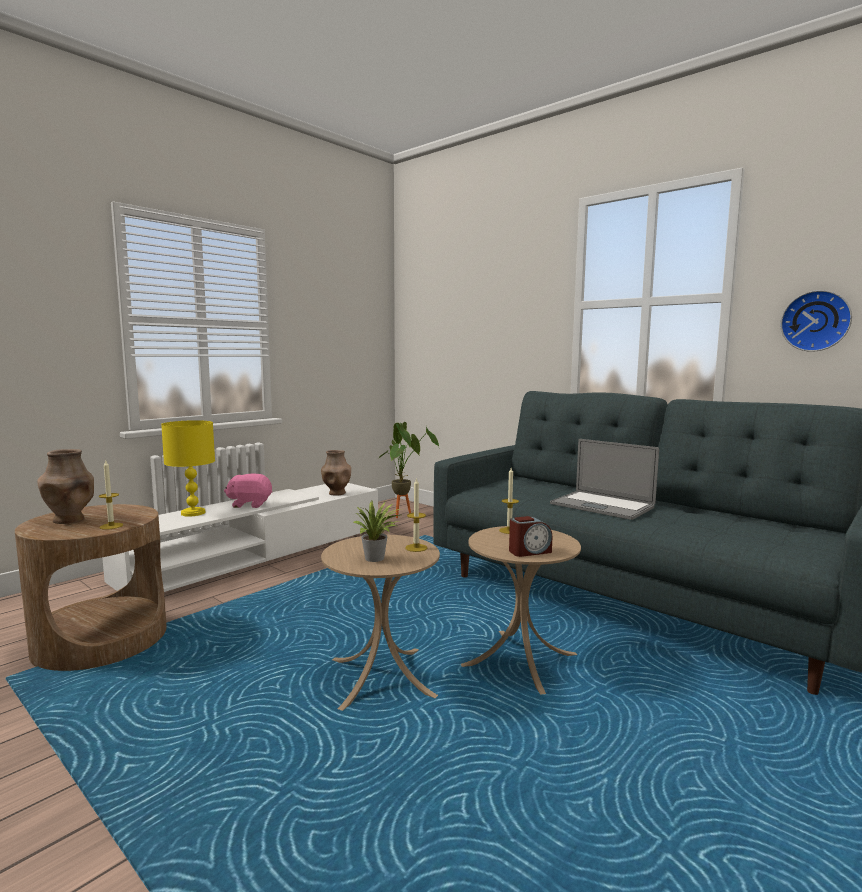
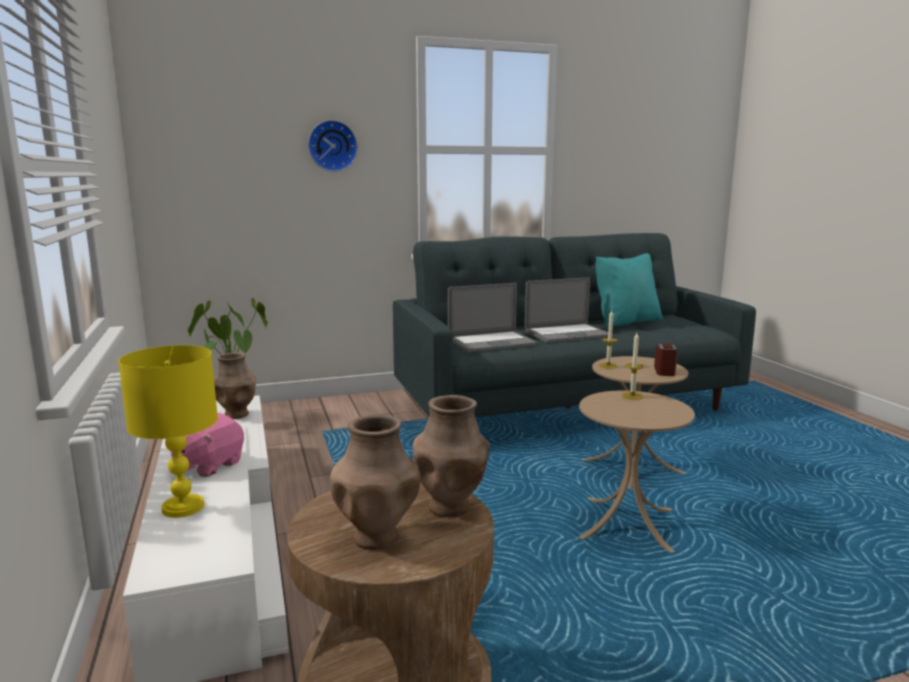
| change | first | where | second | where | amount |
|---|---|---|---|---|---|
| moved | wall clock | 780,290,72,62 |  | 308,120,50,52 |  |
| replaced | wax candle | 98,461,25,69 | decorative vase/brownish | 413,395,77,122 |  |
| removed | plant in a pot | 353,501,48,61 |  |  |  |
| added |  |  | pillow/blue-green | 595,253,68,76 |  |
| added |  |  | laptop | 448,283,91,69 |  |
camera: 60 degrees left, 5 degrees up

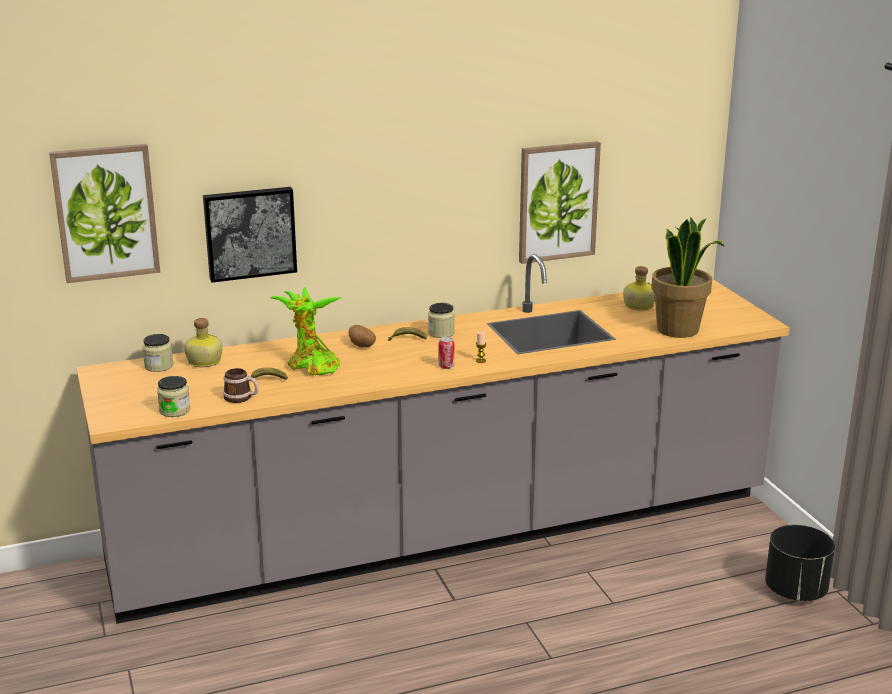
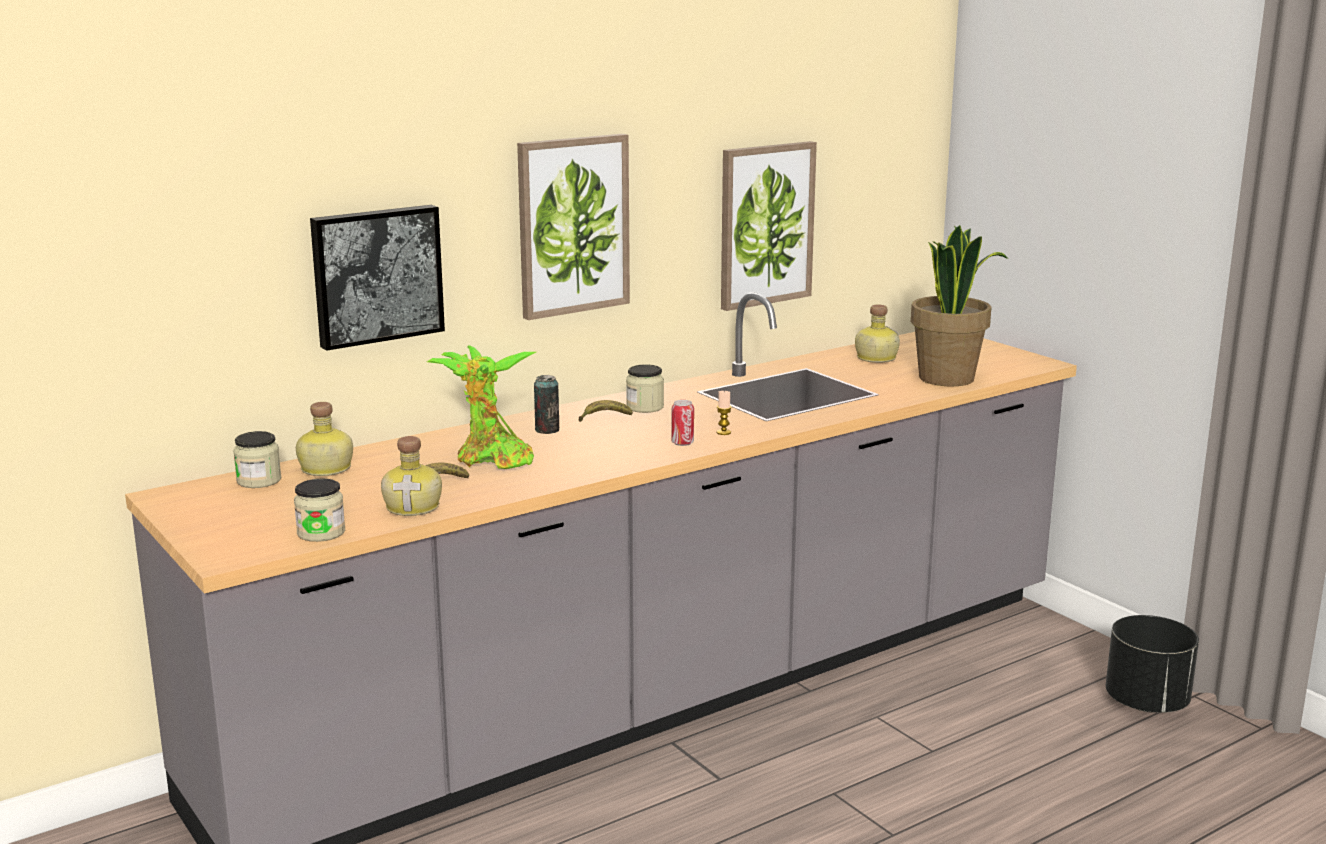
| change | first | where | second | where | amount |
|---|---|---|---|---|---|
| moved | wall art | 49,144,111,139 |  | 517,134,113,186 |  |
| replaced | potato | 348,325,28,22 | can | 534,375,25,59 |  |
| replaced | tea mug | 223,368,36,35 | drink bottle | 381,436,61,80 |  |
camera: 15 degrees left, 5 degrees down

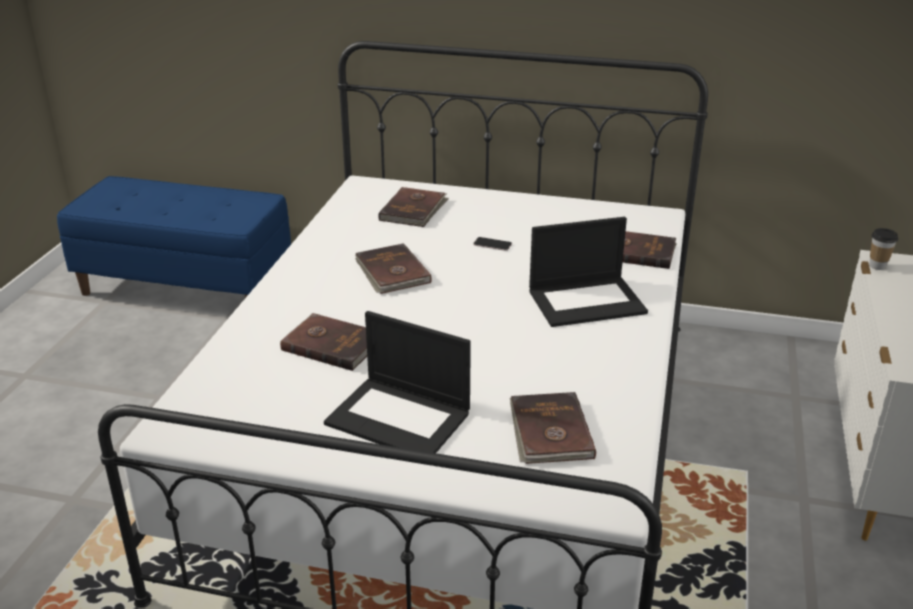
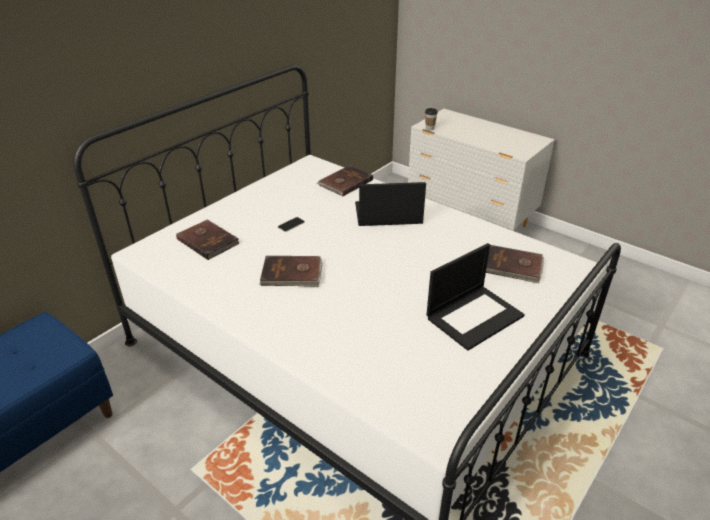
| change | first | where | second | where | amount |
|---|---|---|---|---|---|
| turned | laptop | 529,217,119,110 |  | 355,182,71,44 | 105 degrees counterclockwise |
| removed | book/brownish | 280,313,87,58 |  |  |  |
camera: 65 degrees left, 5 degrees up

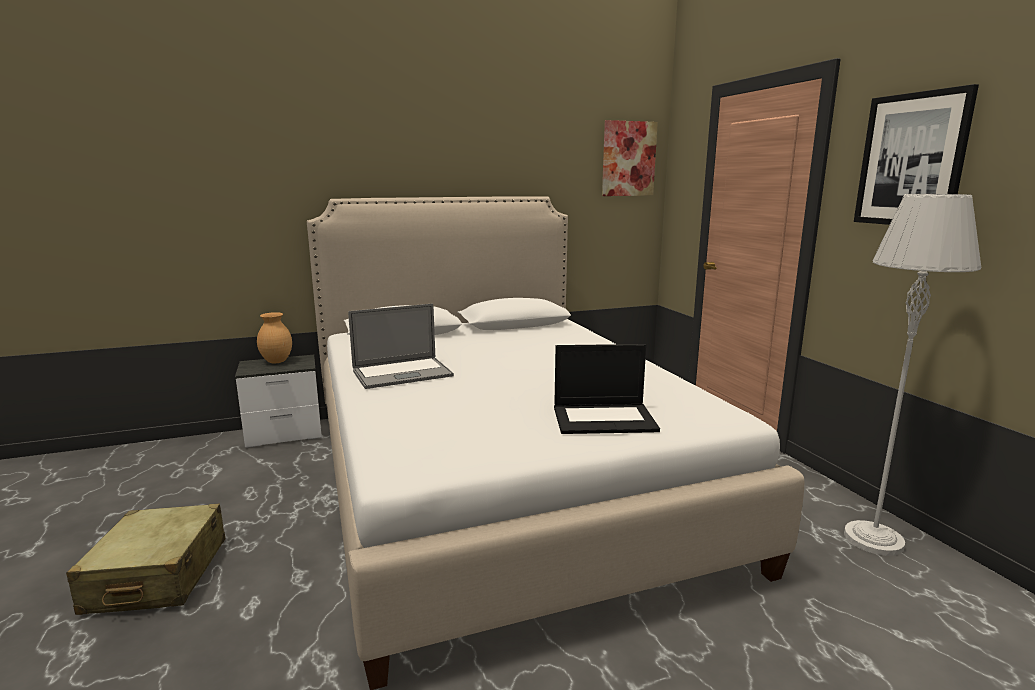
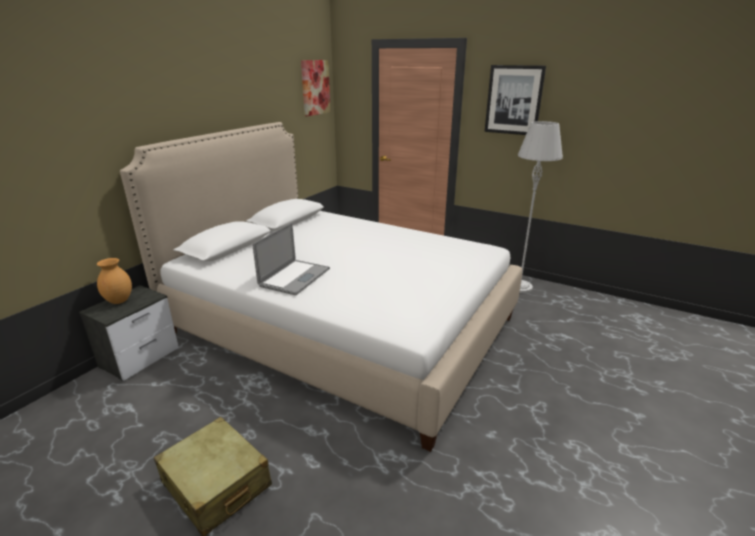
| change | first | where | second | where | amount |
|---|---|---|---|---|---|
| removed | laptop | 554,344,106,90 |  |  |  |
camera: 40 degrees left, 10 degrees up

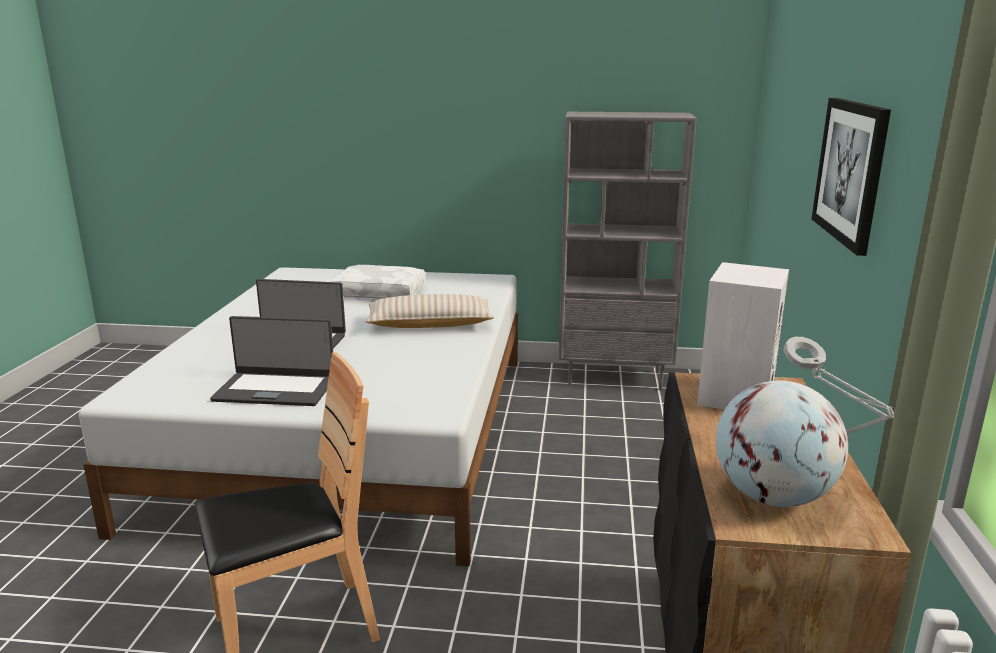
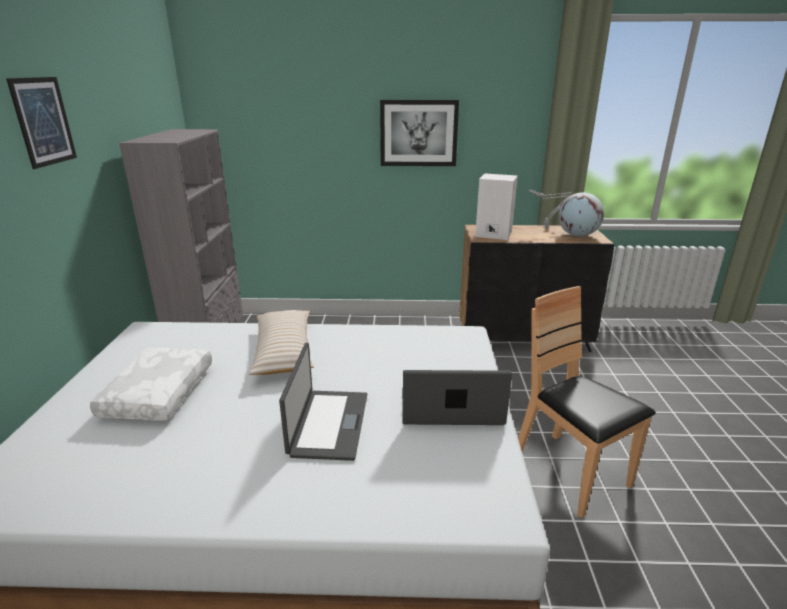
| change | first | where | second | where | amount |
|---|---|---|---|---|---|
| turned | laptop | 210,316,123,90 |  | 402,370,110,55 | 90 degrees counterclockwise |
| added |  |  | wall art | 6,77,71,92 |  |
camera: 95 degrees left, 5 degrees up

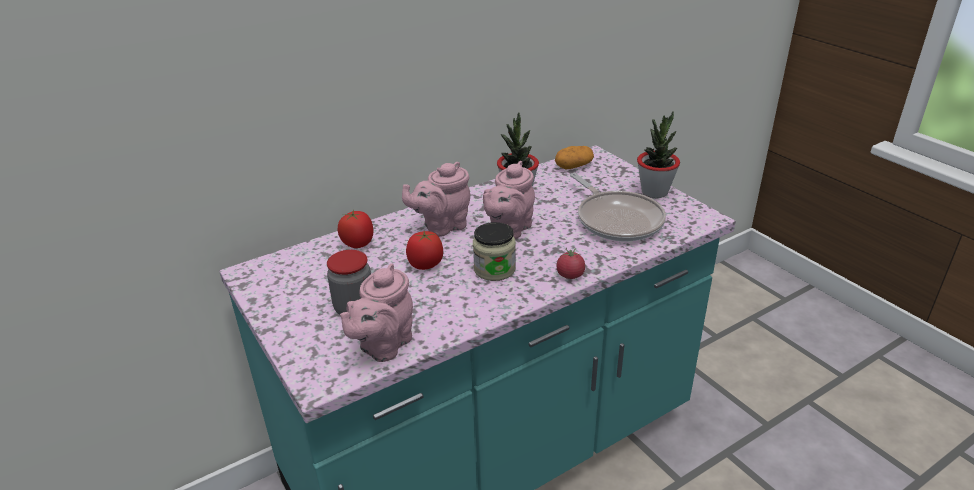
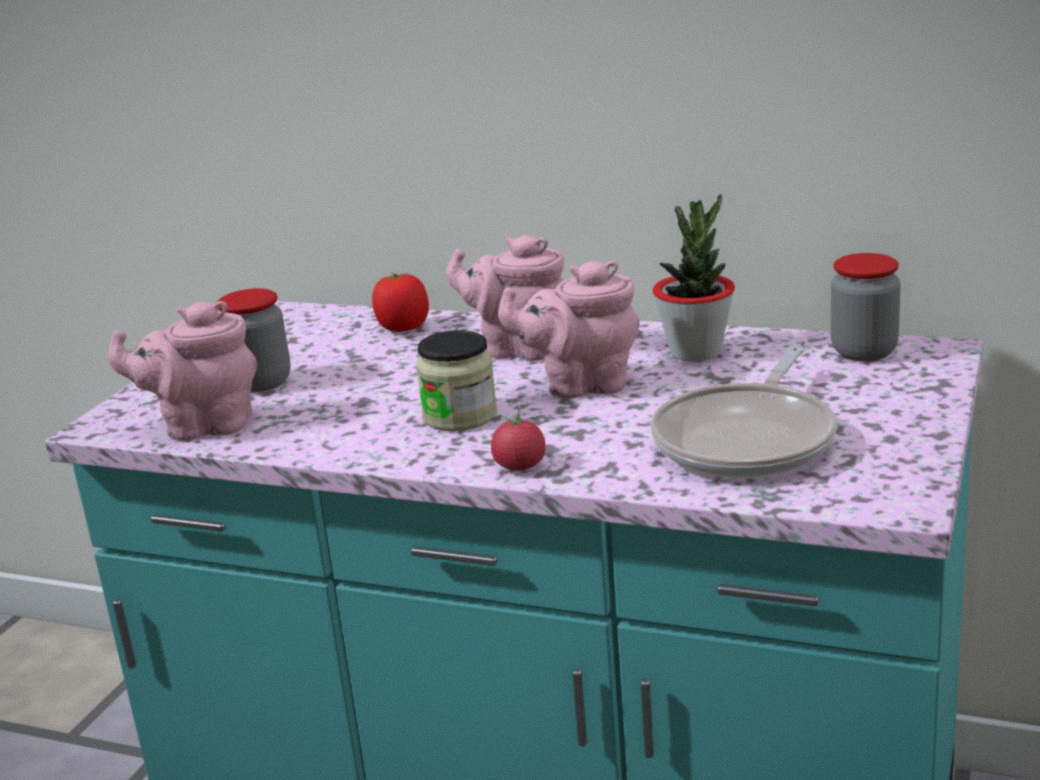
| change | first | where | second | where | amount |
|---|---|---|---|---|---|
| removed | plant in a pot | 637,112,43,86 |  |  |  |
| replaced | potato | 555,146,39,23 | storage jar | 831,253,69,108 |  |
| removed | fresh tomato | 406,231,37,39 |  |  |  |
camera: 55 degrees right, 10 degrees down

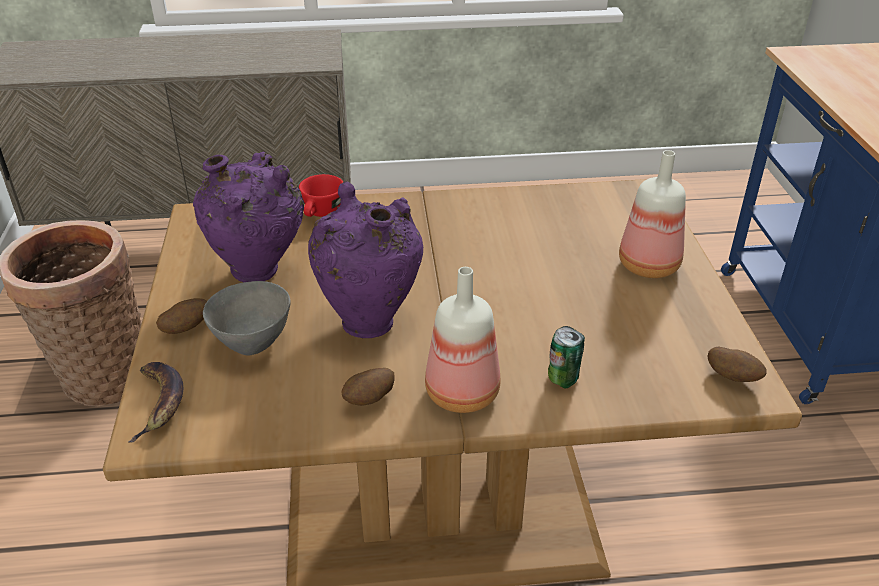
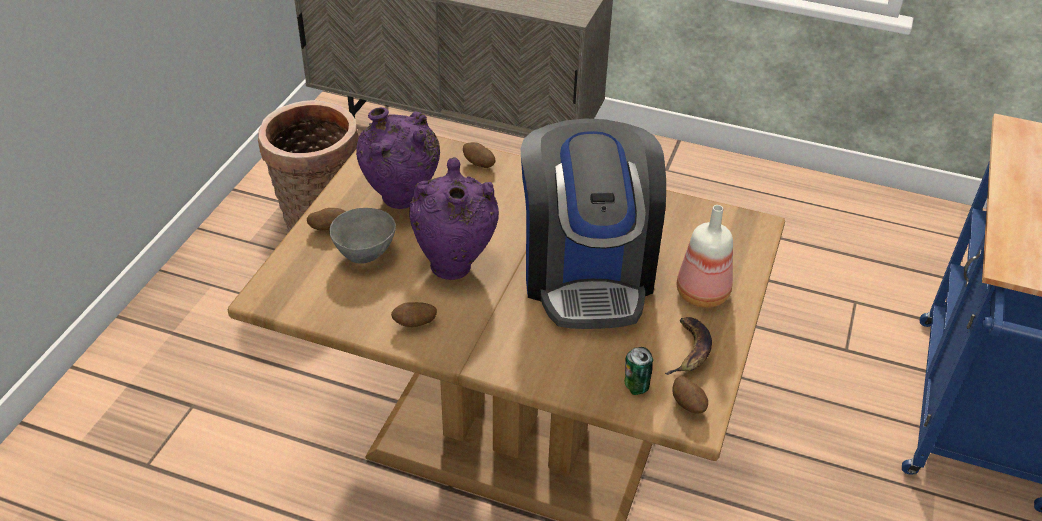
| change | first | where | second | where | amount |
|---|---|---|---|---|---|
| replaced | cup/red | 299,174,44,43 | potato | 463,142,32,26 |  |
| removed | drink bottle | 425,267,75,146 |  |  |  |
| moved | can | 548,326,37,63 |  | 624,347,29,48 |  |
| moved | banana fruit | 128,362,55,80 |  | 665,317,47,58 |  |
| added |  |  | coffee brewer | 521,118,145,211 |  |
camera: 25 degrees right, 5 degrees up

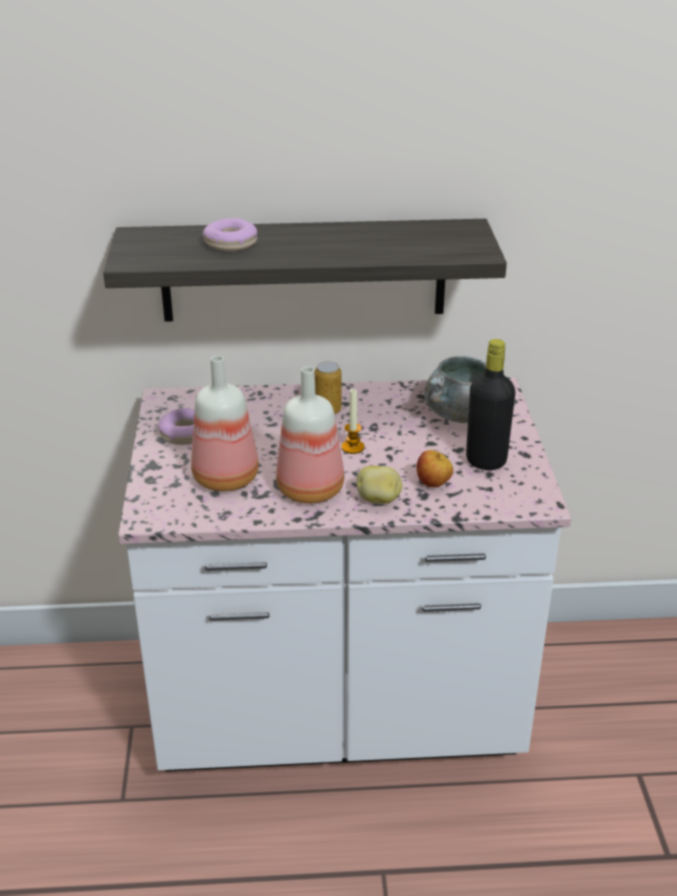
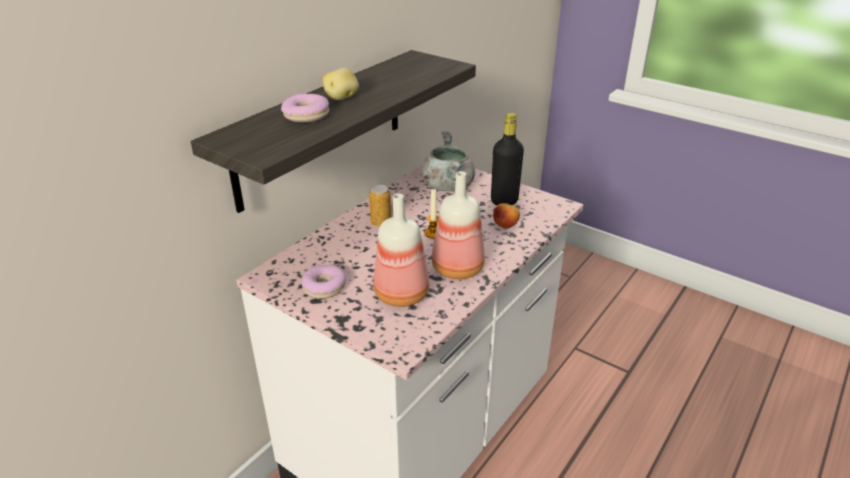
| change | first | where | second | where | amount |
|---|---|---|---|---|---|
| moved | potato | 356,466,46,38 |  | 323,68,36,32 |  |
camera: 50 degrees left, 0 degrees up

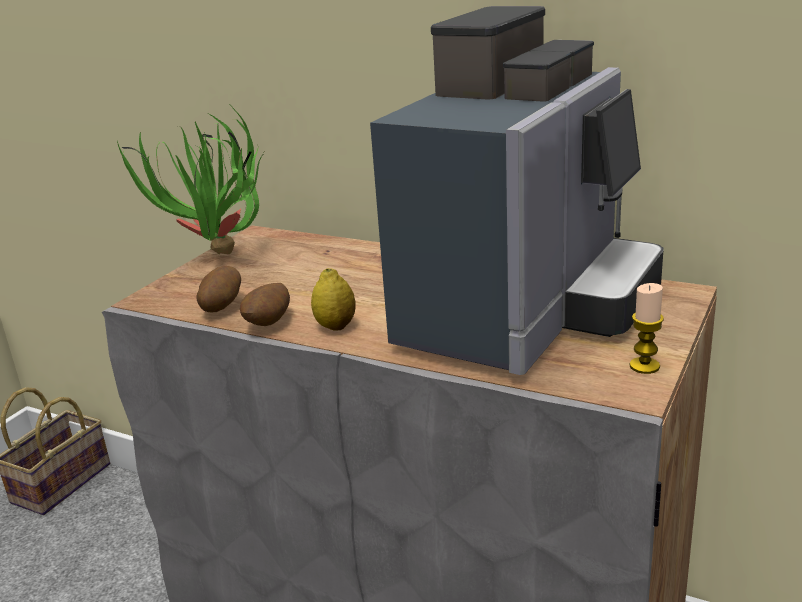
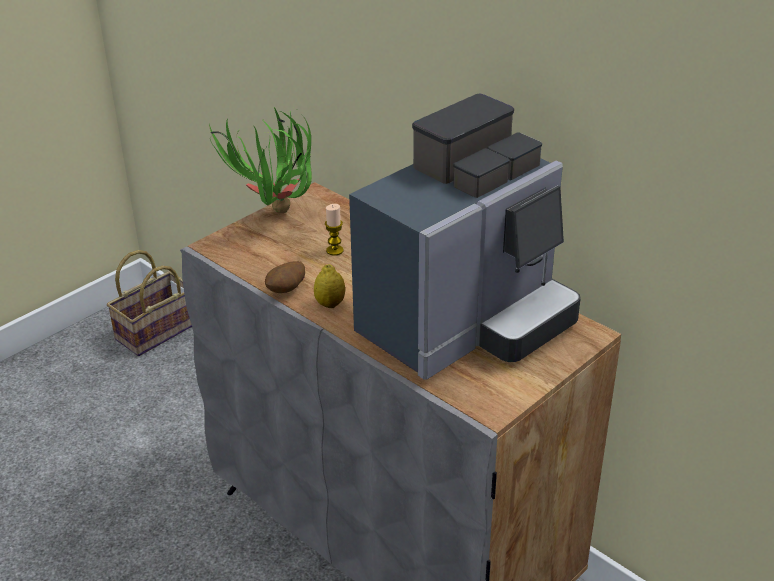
| change | first | where | second | where | amount |
|---|---|---|---|---|---|
| removed | potato | 196,266,45,46 |  |  |  |
| moved | wax candle | 629,283,35,91 |  | 325,204,19,52 |  |
camera: 15 degrees right, 10 degrees up

